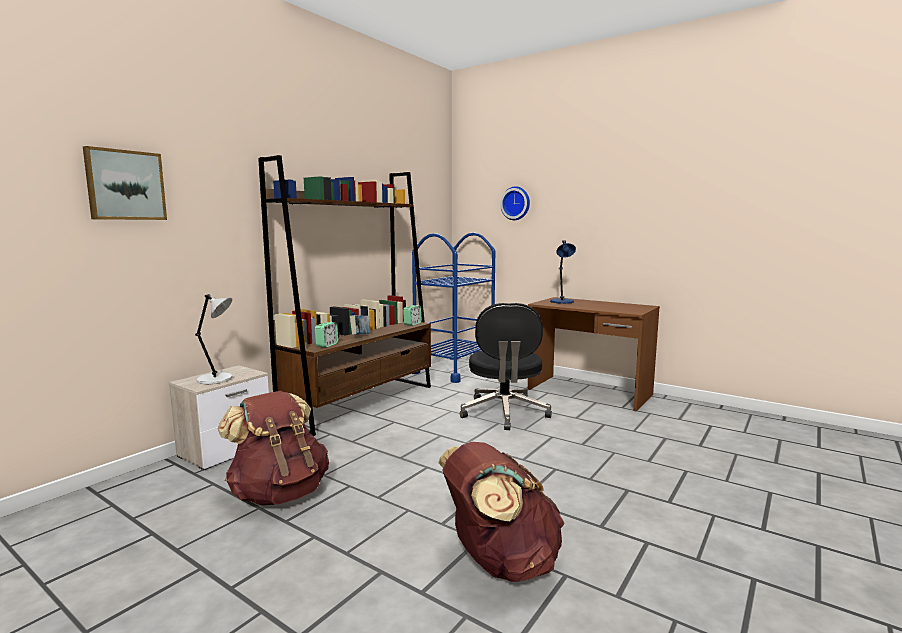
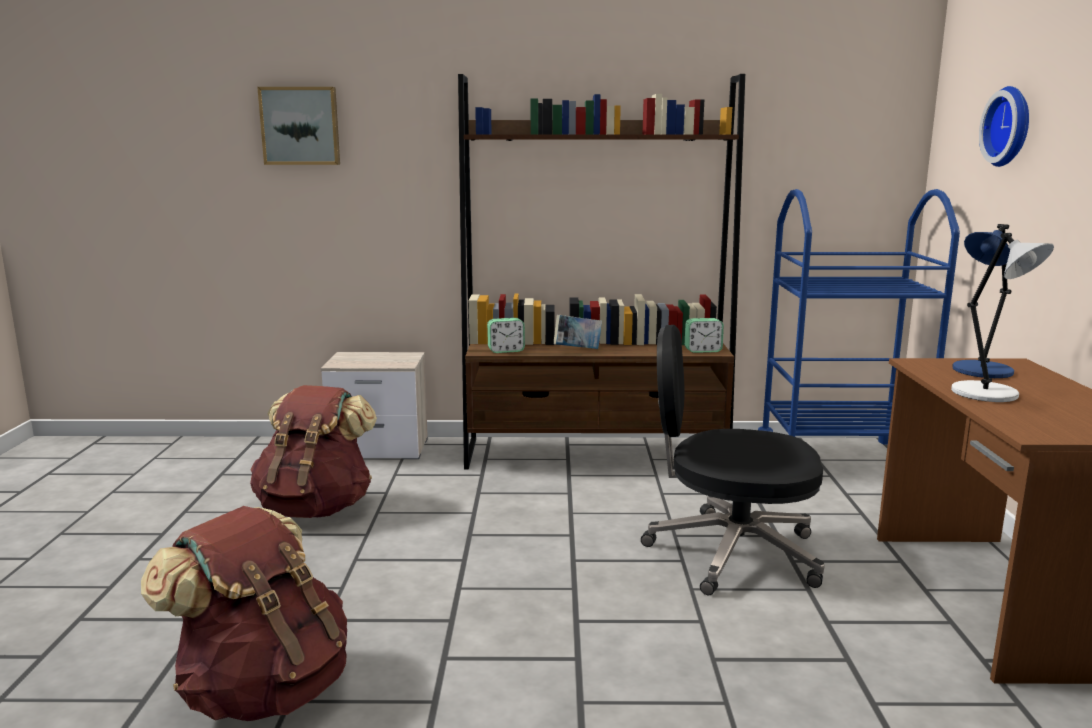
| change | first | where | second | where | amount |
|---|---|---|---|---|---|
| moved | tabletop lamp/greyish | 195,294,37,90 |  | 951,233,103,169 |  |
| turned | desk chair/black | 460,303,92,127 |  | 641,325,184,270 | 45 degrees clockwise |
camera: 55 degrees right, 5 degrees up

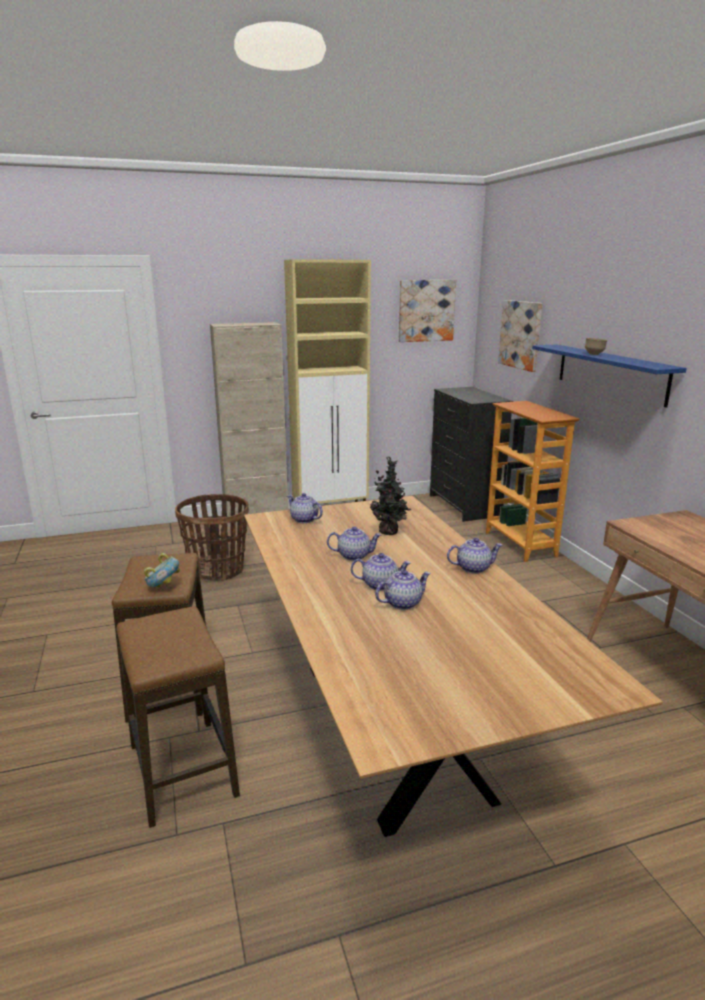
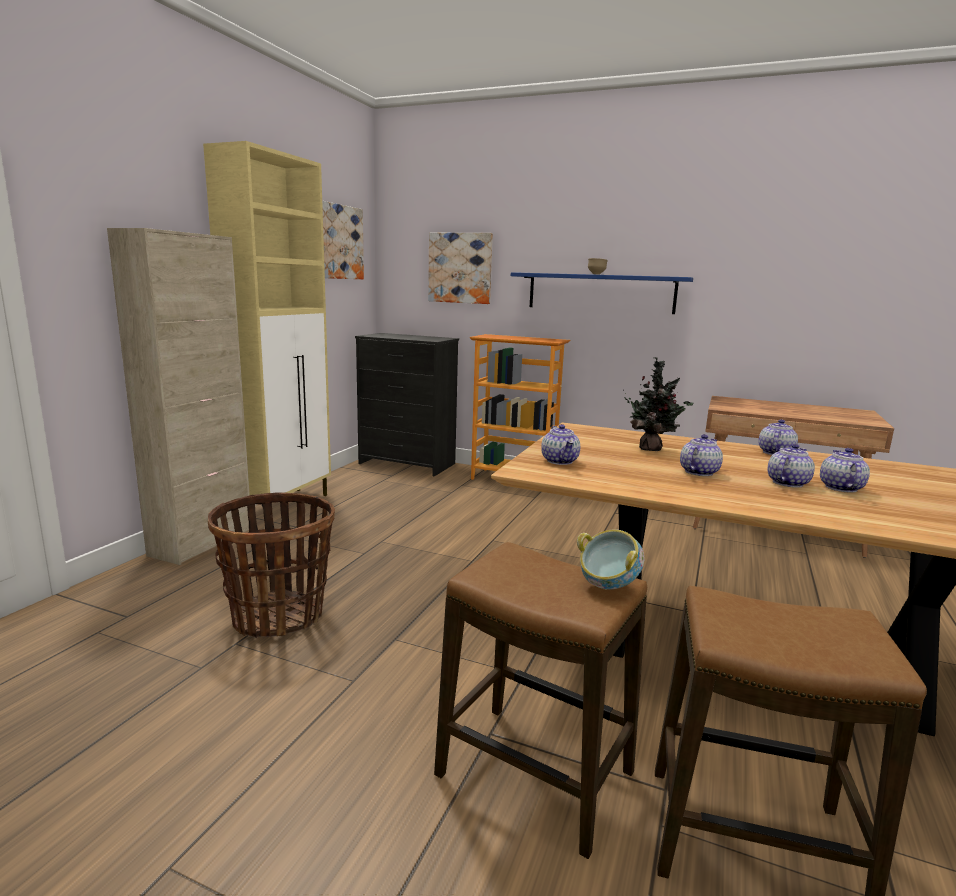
| change | first | where | second | where | amount |
|---|---|---|---|---|---|
| turned | pot for tea | 287,493,36,30 |  | 541,424,39,41 | 90 degrees counterclockwise |
camera: 50 degrees left, 5 degrees down

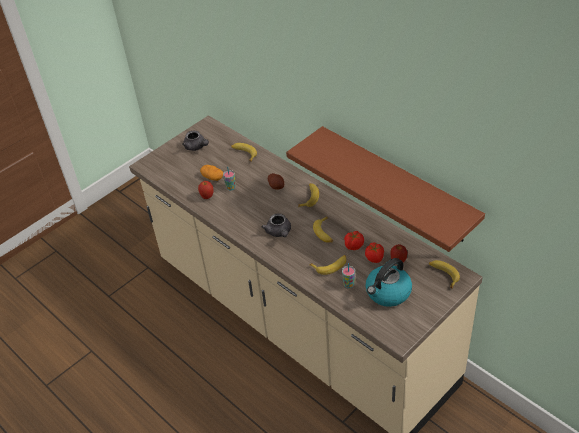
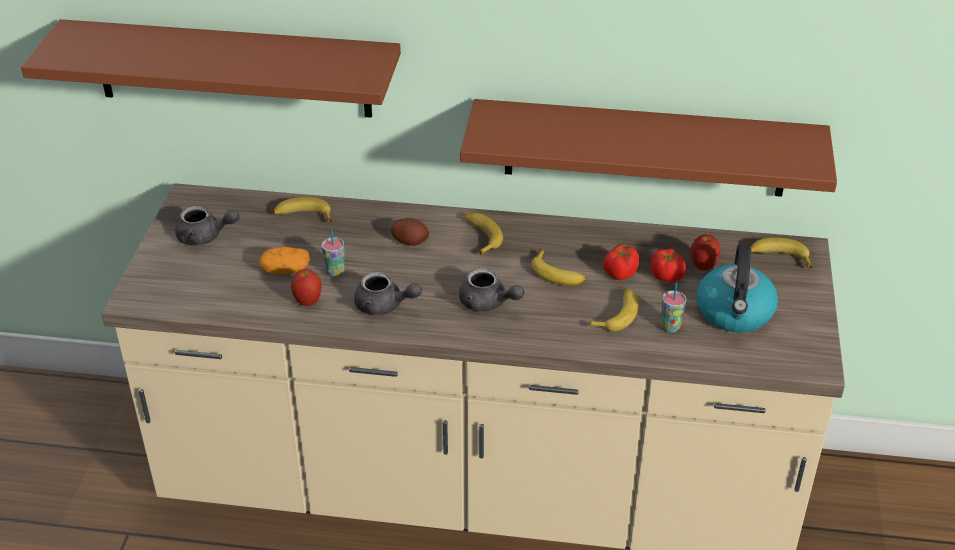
| change | first | where | second | where | amount |
|---|---|---|---|---|---|
| added |  |  | bracket shelf/brownish | 21,19,380,99 |  |
| added |  |  | pot for tea/greyish | 354,272,68,43 |  |
camera: 40 degrees left, 5 degrees down

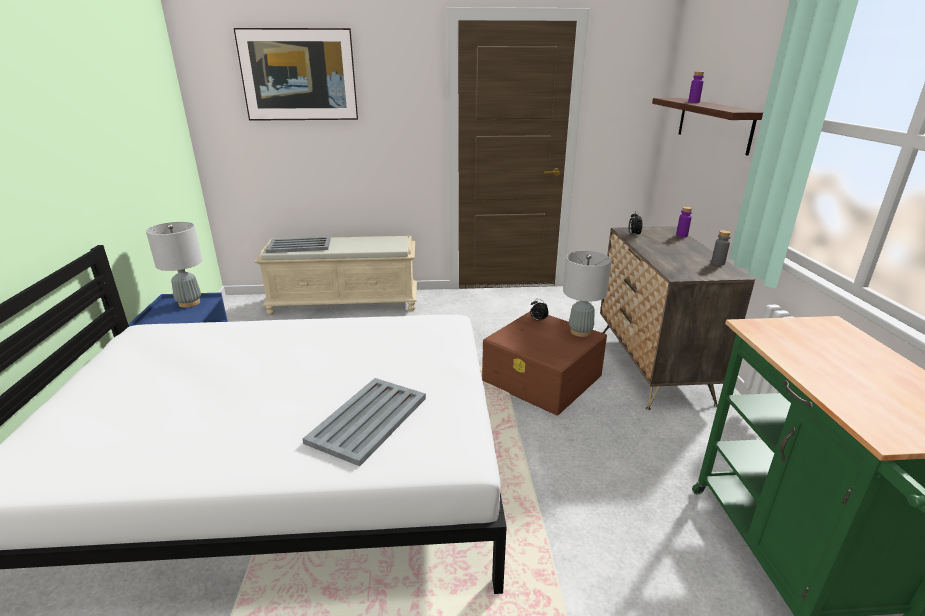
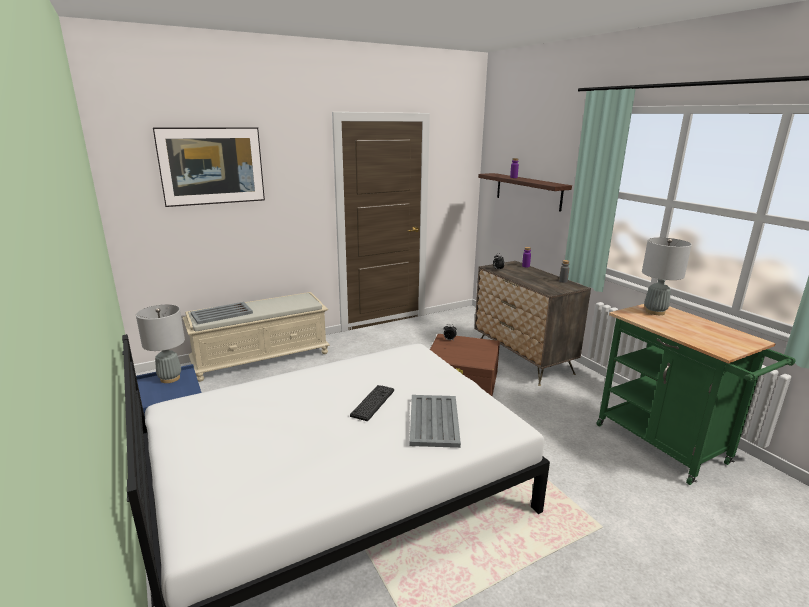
| change | first | where | second | where | amount |
|---|---|---|---|---|---|
| moved | tabletop lamp/greyish | 563,251,48,86 |  | 642,238,50,77 |  |
| added |  |  | computer keyboard | 350,385,44,36 |  |
camera: 25 degrees left, 5 degrees down

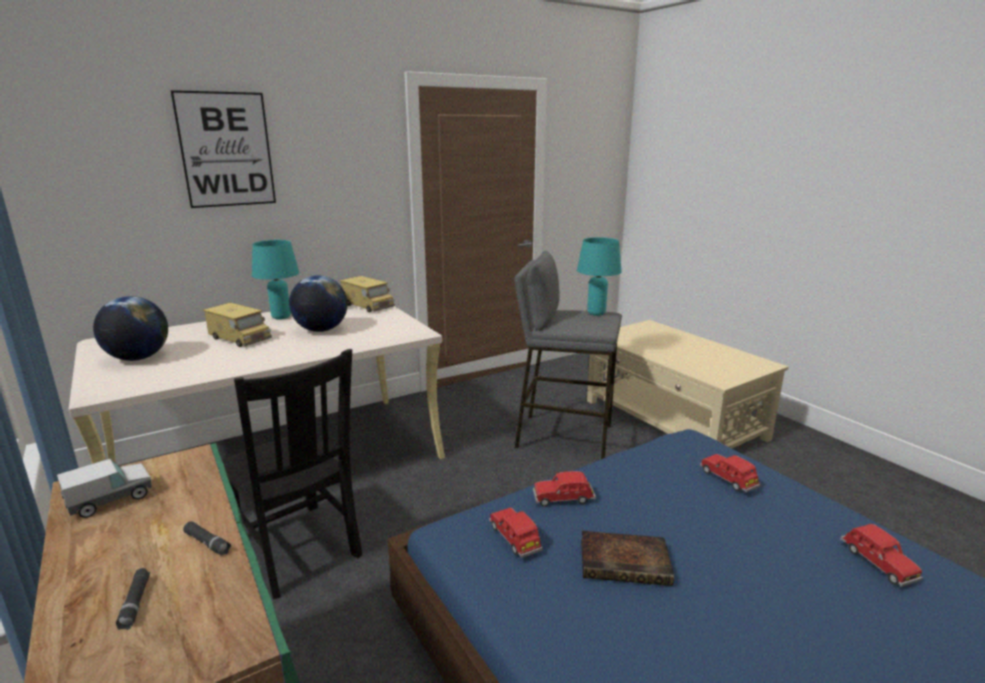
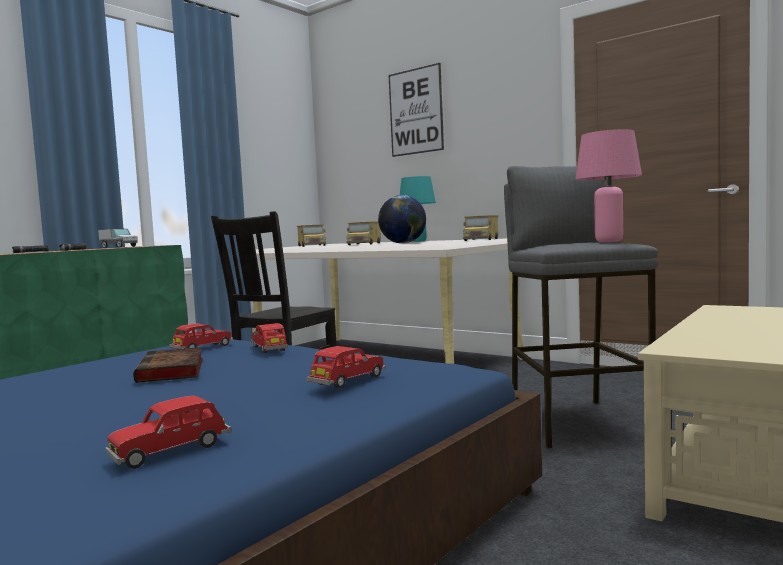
| change | first | where | second | where | amount |
|---|---|---|---|---|---|
| recoloured | tabletop lamp/blue-green | 577,237,45,79 | tabletop lamp/pinkish | 575,129,67,113 |  |
| replaced | desk globe | 93,296,75,65 | toy lorry | 296,224,30,23 |  |
camera: 70 degrees right, 15 degrees down

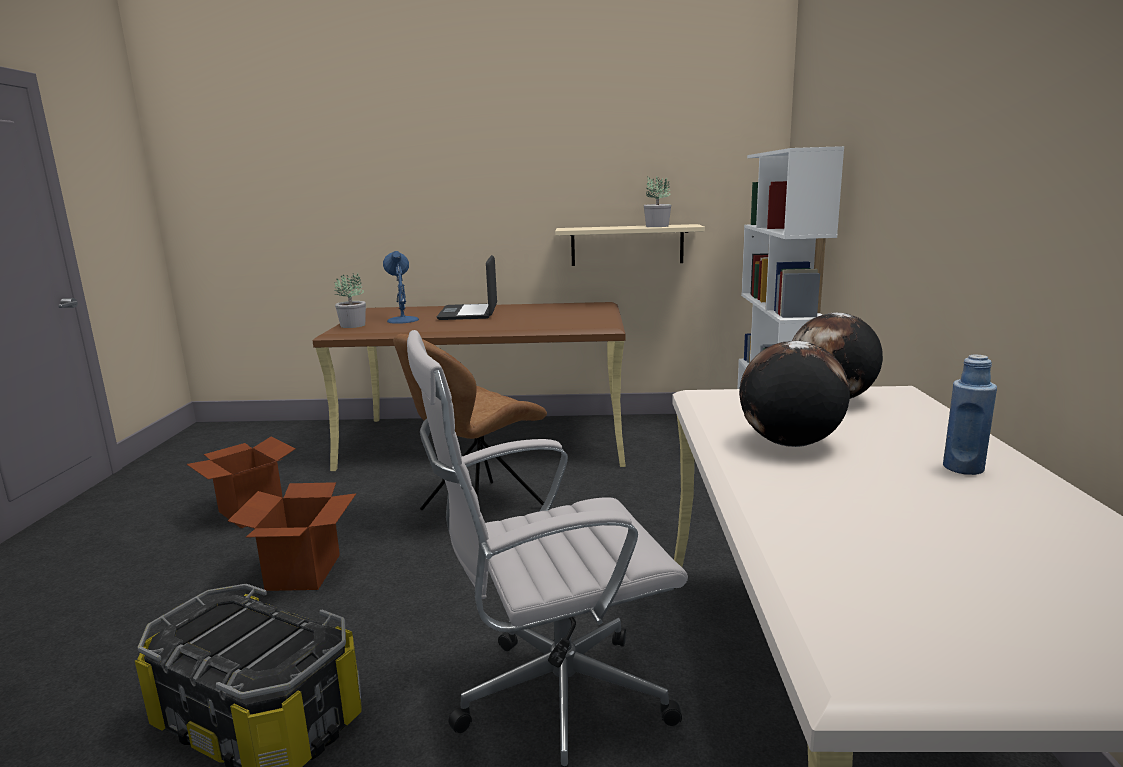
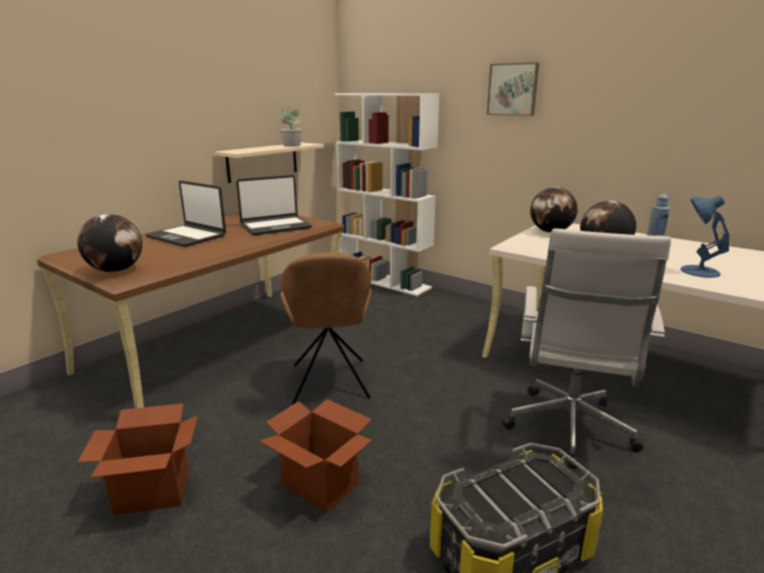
| change | first | where | second | where | amount |
|---|---|---|---|---|---|
| moved | tabletop lamp/blue | 383,251,36,73 |  | 680,196,49,82 |  |
| replaced | plant in a pot | 334,272,32,56 | desk globe | 77,214,65,58 |  |
| added |  |  | wall art | 487,63,52,53 |  |
| added |  |  | laptop | 236,175,76,60 |  |
camera: 55 degrees left, 5 degrees up

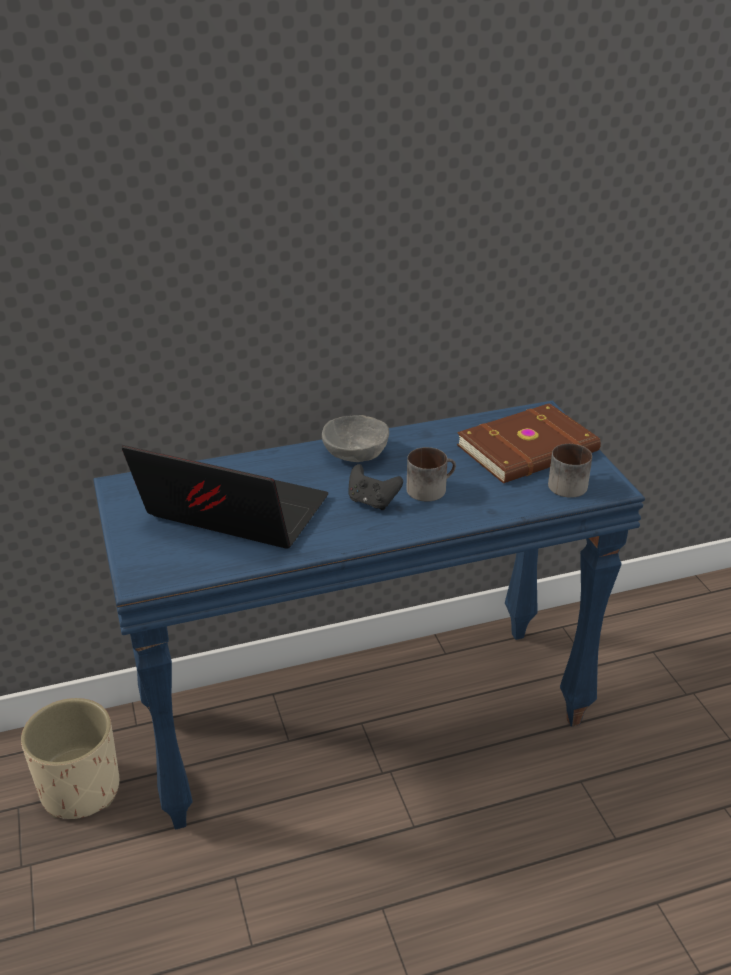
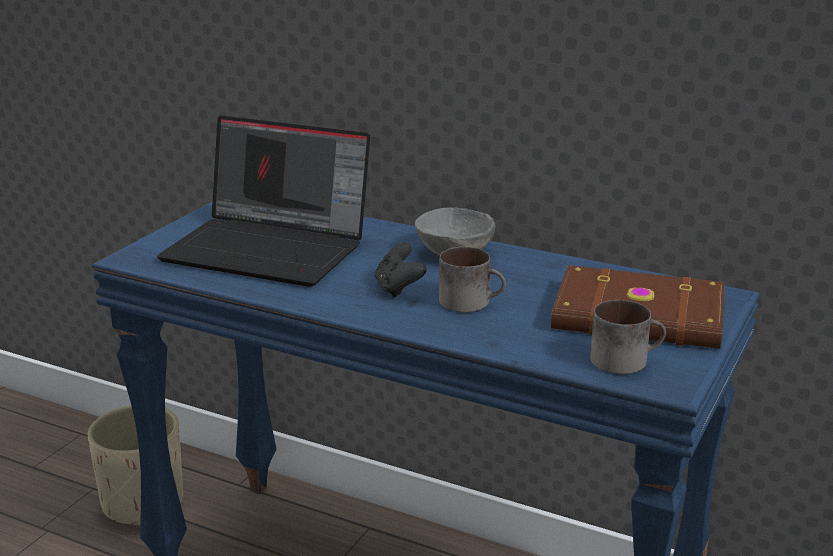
| change | first | where | second | where | amount |
|---|---|---|---|---|---|
| turned | laptop | 122,445,206,104 |  | 157,116,213,171 | 135 degrees clockwise |
camera: 45 degrees right, 10 degrees down

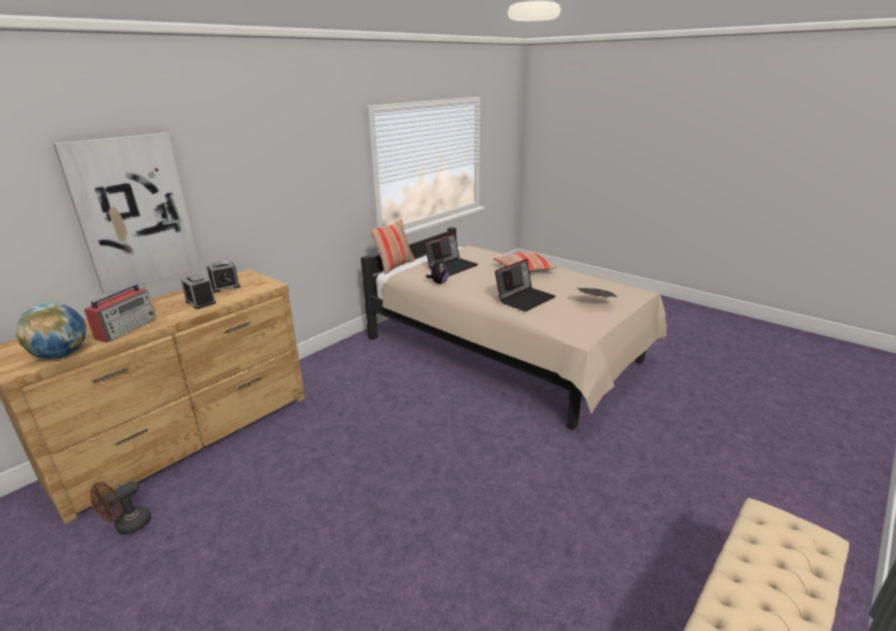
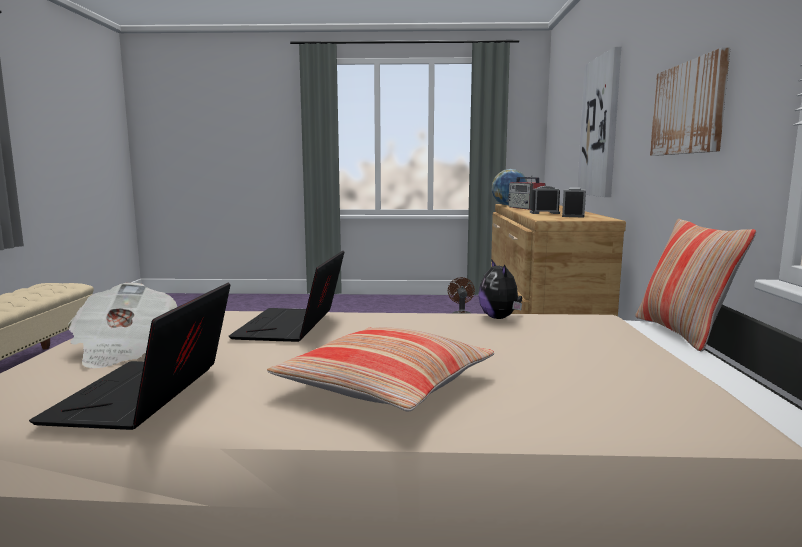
| change | first | where | second | where | amount |
|---|---|---|---|---|---|
| moved | laptop | 424,233,54,43 |  | 29,283,201,147 |  |
| added |  |  | wall art | 650,47,80,109 |  |
camera: 140 degrees right, 15 degrees down

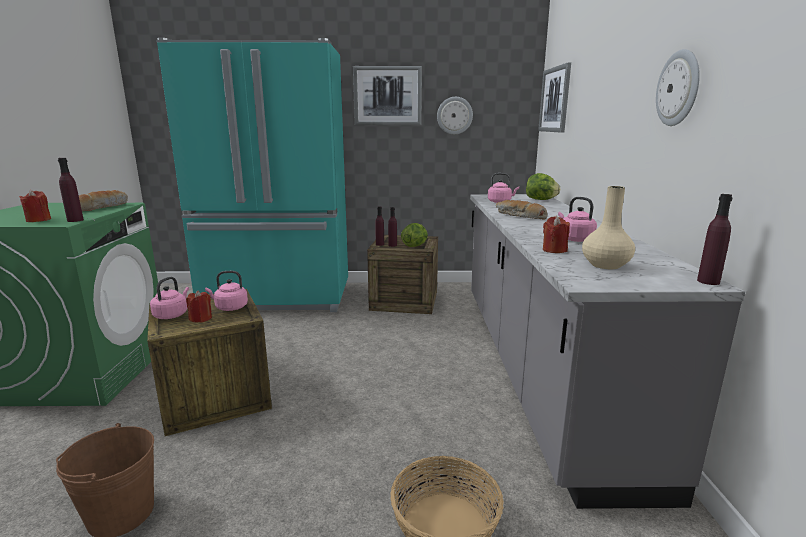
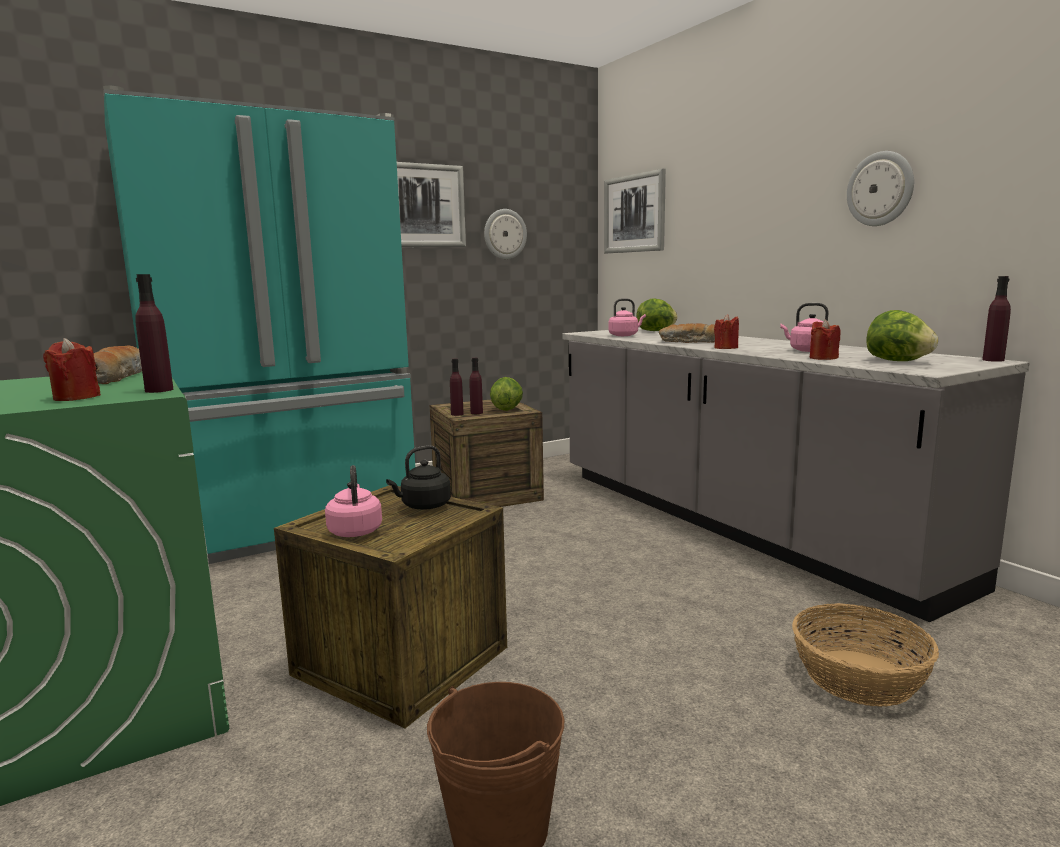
| change | first | where | second | where | amount |
|---|---|---|---|---|---|
| replaced | decorative vase/beige | 582,186,53,83 | head of lettuce | 867,310,71,51 |  |
| recoloured | water kettle/pinkish | 205,271,43,40 | water kettle/black | 386,445,65,65 |  |
| moved | wax candle/red | 186,290,26,33 |  | 714,314,25,35 |  |
camera: 30 degrees left, 5 degrees down

